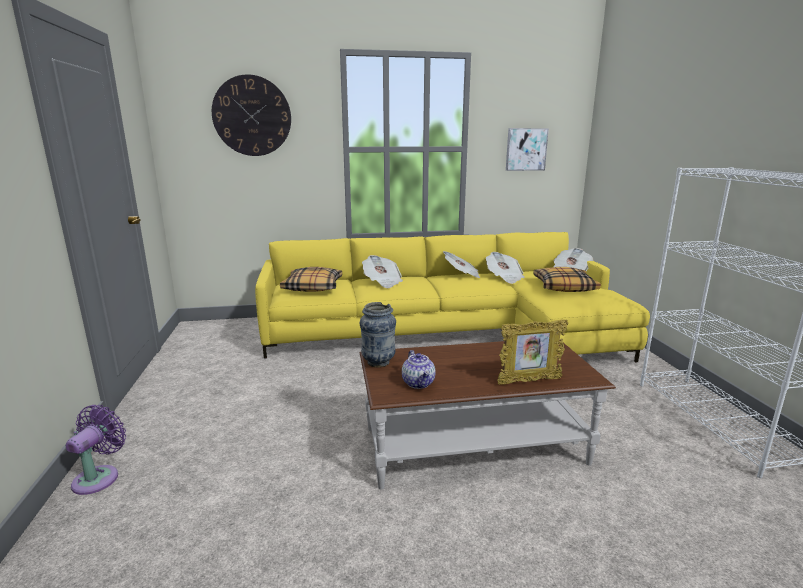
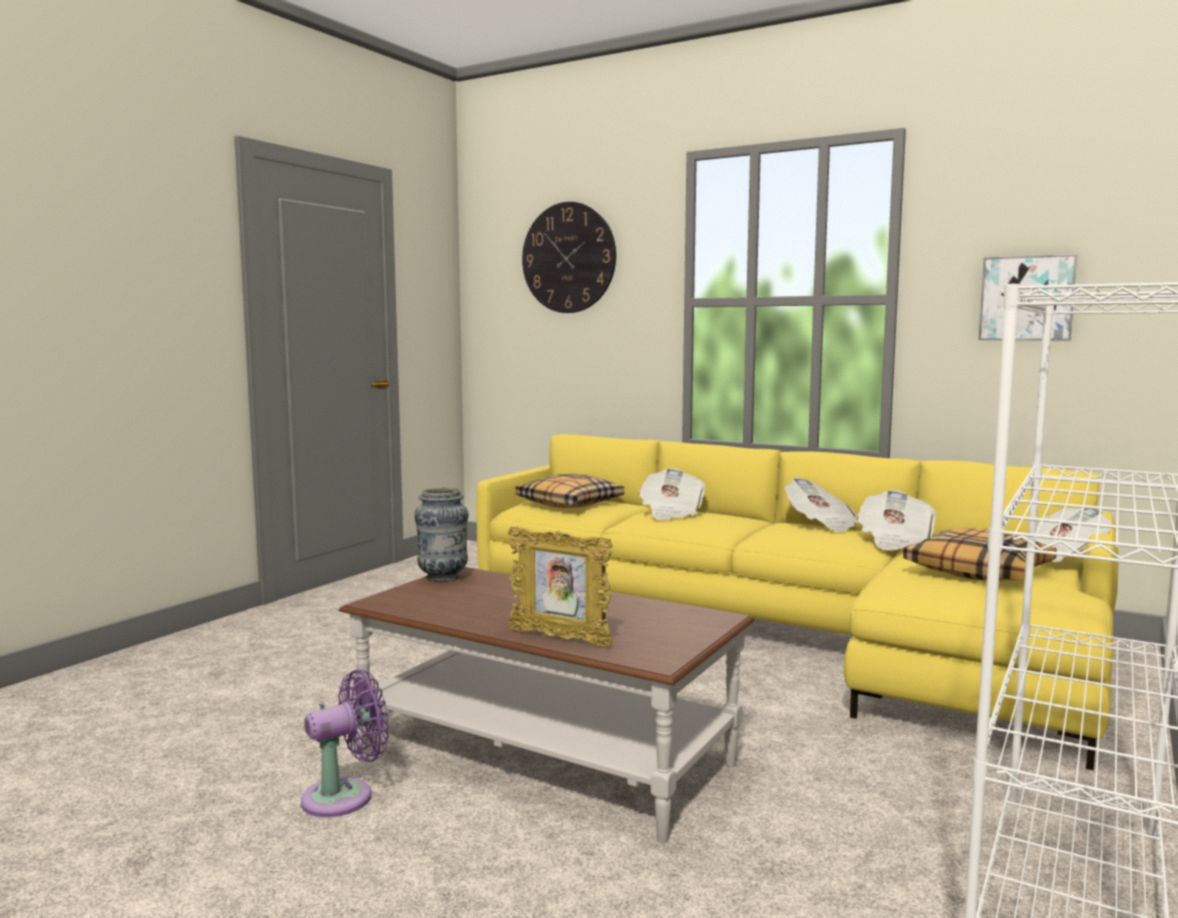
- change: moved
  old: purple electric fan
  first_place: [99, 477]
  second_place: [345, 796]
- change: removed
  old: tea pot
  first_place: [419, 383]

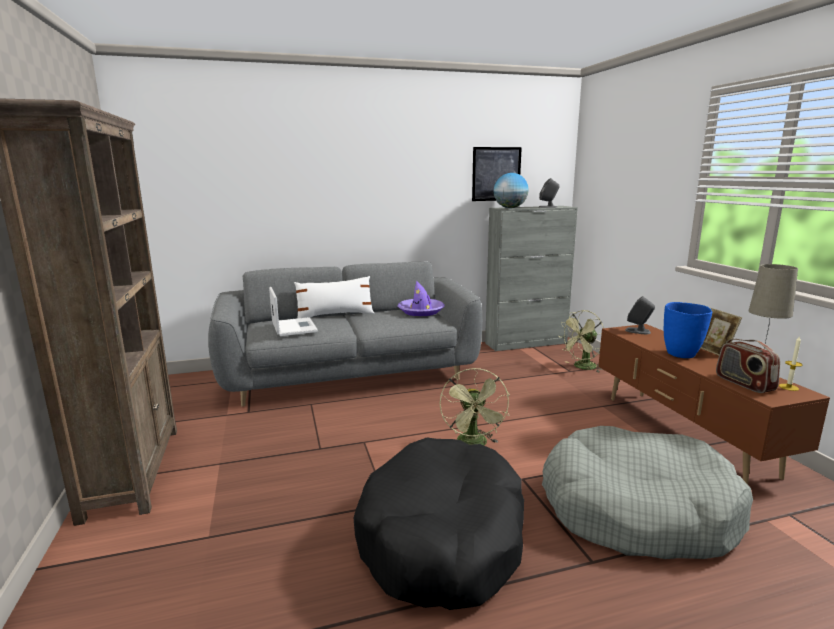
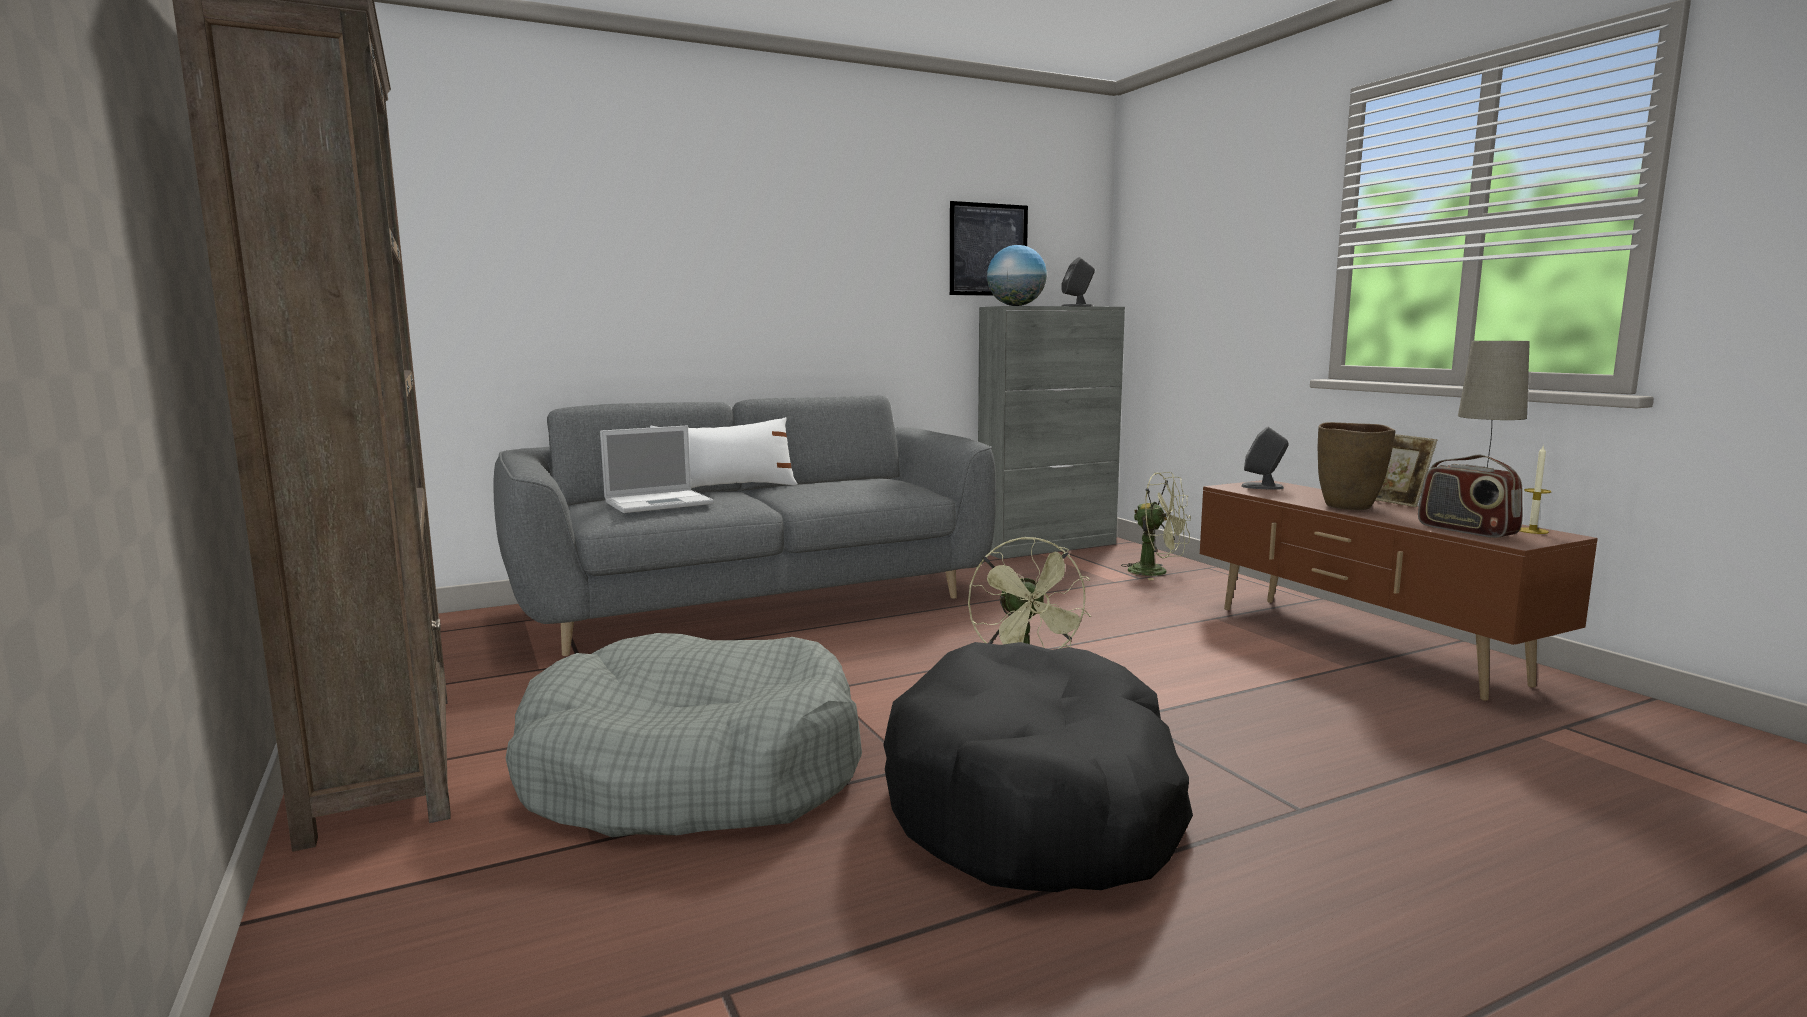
- change: turned
  old: laptop
  first_place: [293, 327]
  second_place: [660, 502]
  degrees: 90
- change: removed
  old: purple wearable hat
  first_place: [421, 311]
- change: moved
  old: gray dog cushion
  first_place: [636, 510]
  second_place: [692, 773]
- change: turned
  old: greenish electric fan
  first_place: [582, 367]
  second_place: [1156, 572]
  degrees: -105
- change: recoloured
  old: bluish vase
  new: brown vase
  first_place: [681, 354]
  second_place: [1349, 506]

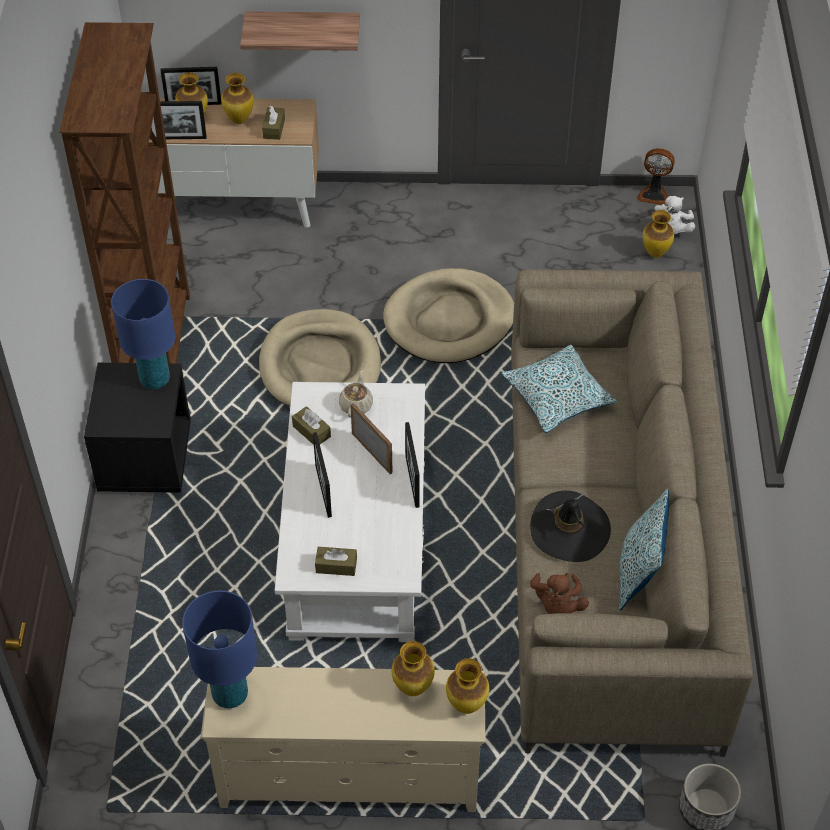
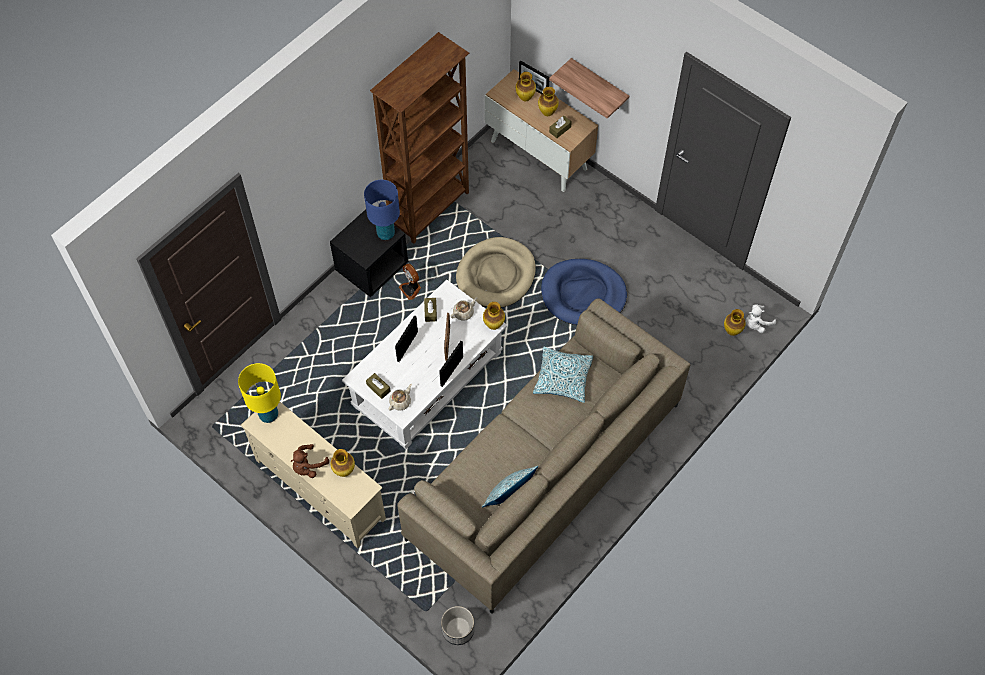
- change: removed
  old: picture frame
  first_place: [178, 138]
- change: recoloured
  old: bluish table lamp
  new: yellowish table lamp
  first_place: [229, 694]
  second_place: [268, 414]
- change: recoloured
  old: beige-coloured dog cushion
  new: bluish dog cushion
  first_place: [449, 320]
  second_place: [583, 295]
- change: moved
  old: vase
  first_place: [467, 705]
  second_place: [494, 325]
- change: removed
  old: black-coloured wearable hat
  first_place: [569, 529]
- change: moved
  old: brown plush toy
  first_place: [557, 605]
  second_place: [308, 466]
- change: moved
  old: electric fan
  first_place: [654, 194]
  second_place: [411, 289]
- change: added
  new: beige-coloured tea pot
  second_place: [400, 402]

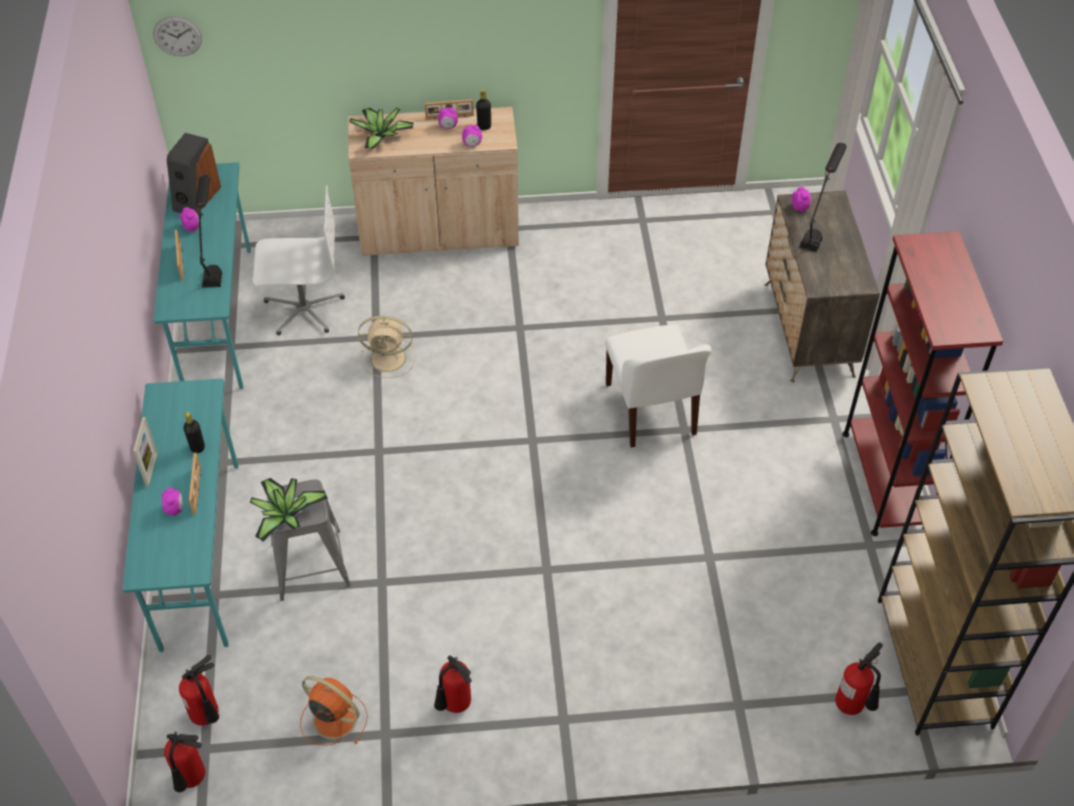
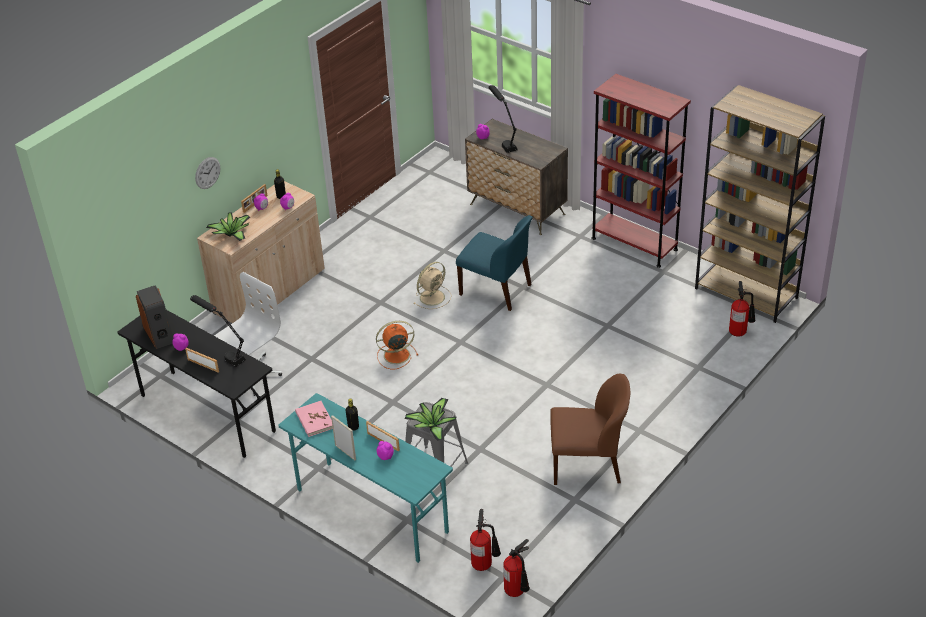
- change: moved
  old: hanging clock
  first_place: [177, 36]
  second_place: [207, 173]
- change: recoloured
  old: turquoise desk unit
  new: black-coloured desk unit
  first_place: [218, 318]
  second_place: [206, 413]
- change: moved
  old: orangey electric fan
  first_place: [333, 718]
  second_place: [395, 355]
- change: moved
  old: beige-coloured electric fan
  first_place: [389, 358]
  second_place: [433, 297]
- change: replaced
  old: fire-fighting cylinder
  new: brown upright chair
  first_place: [454, 706]
  second_place: [588, 464]
- change: recoloured
  old: white-coloured upright chair
  new: bluish upright chair
  first_place: [651, 411]
  second_place: [497, 290]
- change: added
  new: pink-coloured book
  second_place: [314, 420]

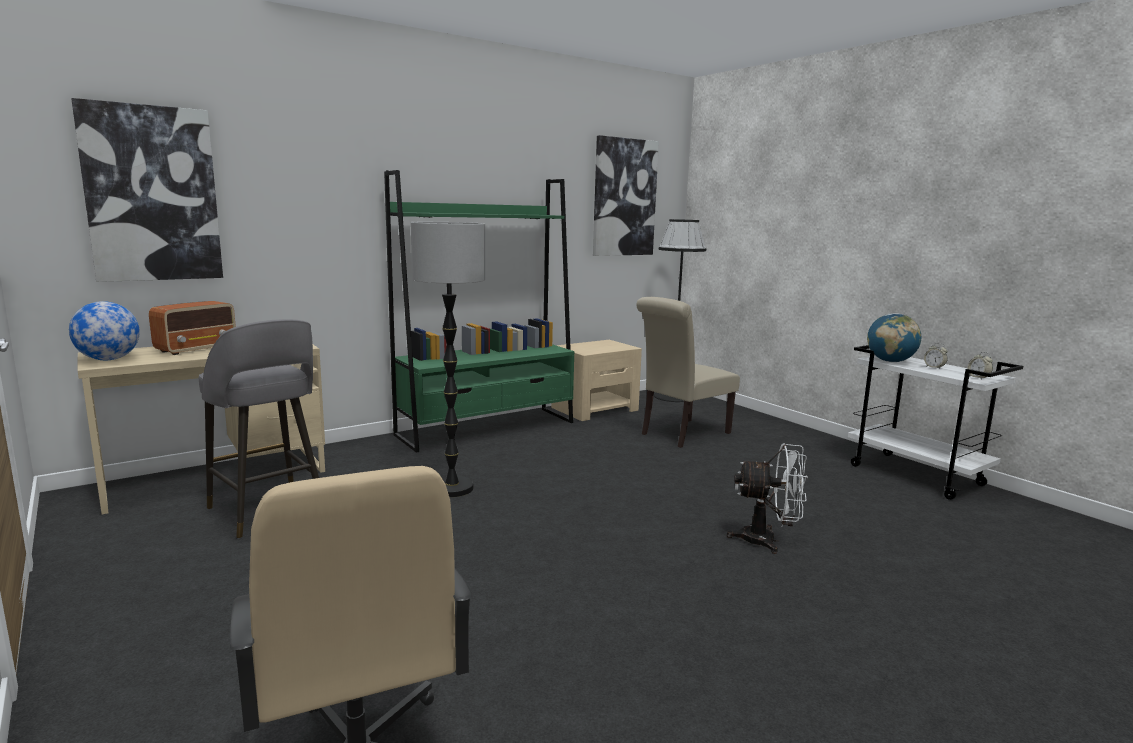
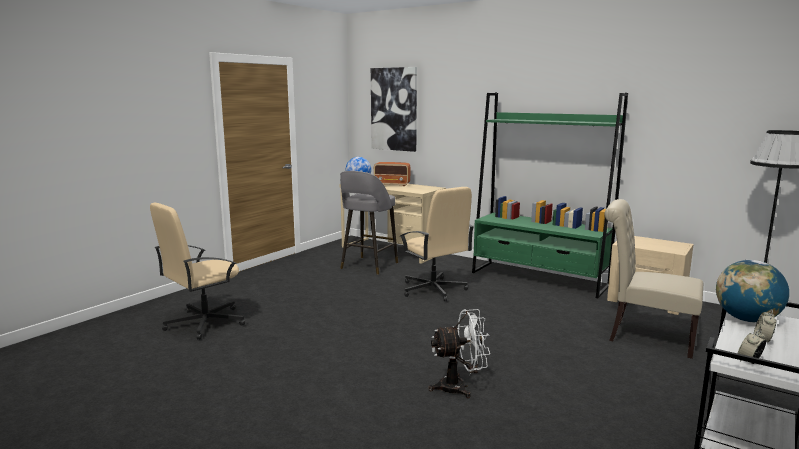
- change: replaced
  old: floor lamp
  new: beige-coloured computer chair
  first_place: [452, 488]
  second_place: [433, 290]
- change: removed
  old: wall picture
  first_place: [624, 197]
- change: turned
  old: white-coloured electric fan
  first_place: [767, 540]
  second_place: [459, 387]
  degrees: -90

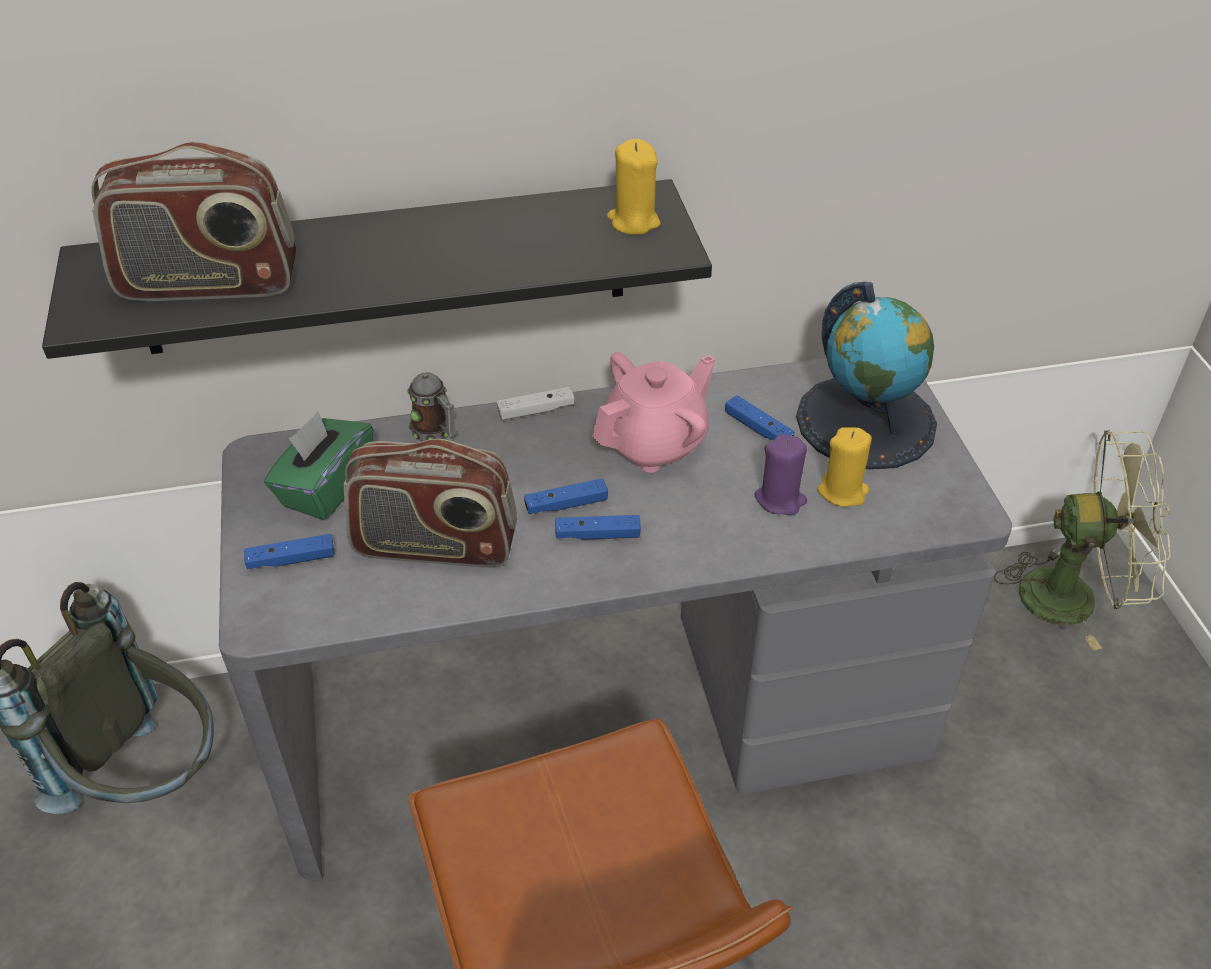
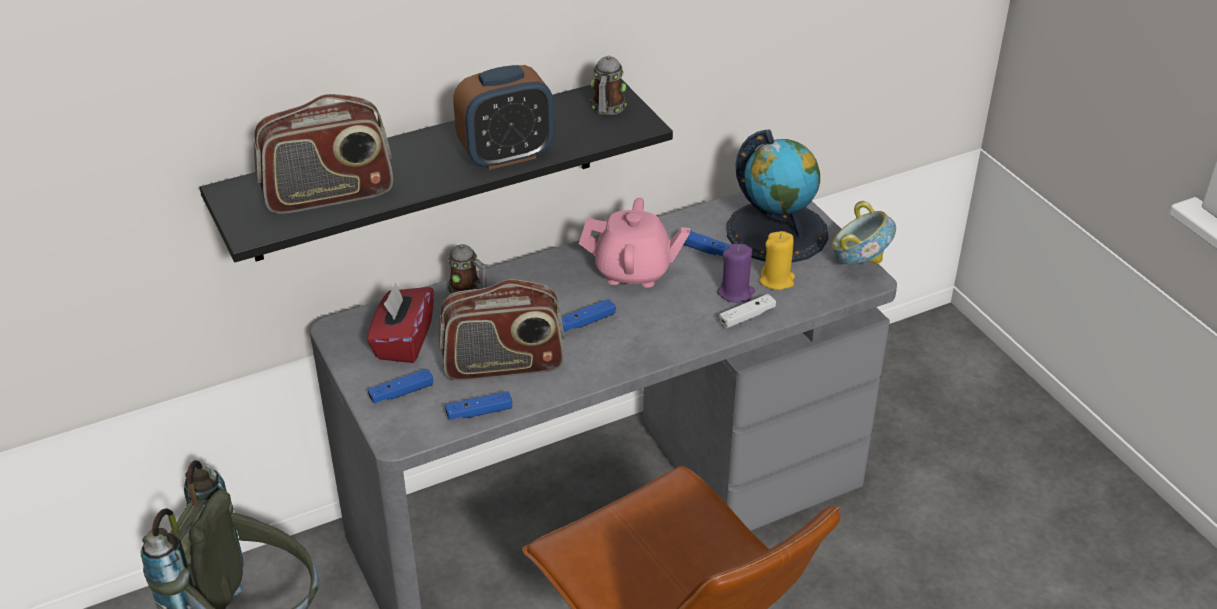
- change: recoloured
  old: greenish box of tissues
  new: red box of tissues
  first_place: [325, 487]
  second_place: [403, 341]
- change: moved
  old: white-coloured gamepad
  first_place: [536, 410]
  second_place: [747, 317]
- change: moved
  old: bluish gamepad
  first_place: [597, 535]
  second_place: [479, 412]
- change: turned
  old: pink-coloured tea pot
  first_place: [655, 444]
  second_place: [633, 271]
  degrees: 60
- change: replaced
  old: yellowish wax light
  new: mug
  first_place: [633, 221]
  second_place: [607, 109]
- change: removed
  old: greenish electric fan
  first_place: [1074, 596]
- change: added
  new: alarm clock
  second_place: [506, 155]
- change: added
  new: bowl
  second_place: [859, 262]

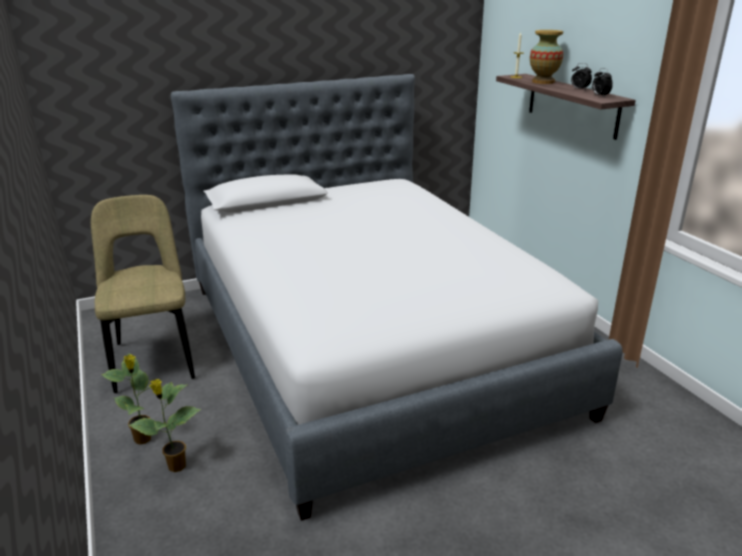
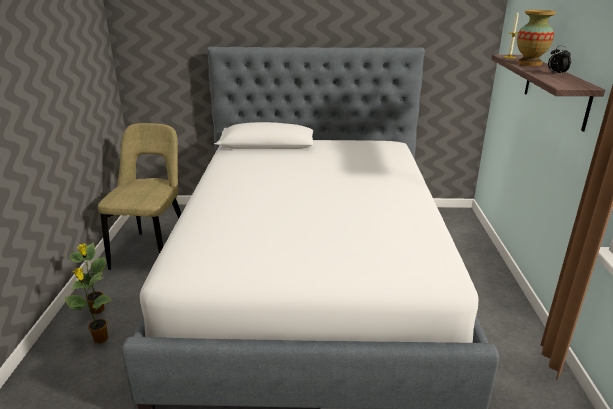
- change: removed
  old: alarm clock
  first_place: [600, 96]

